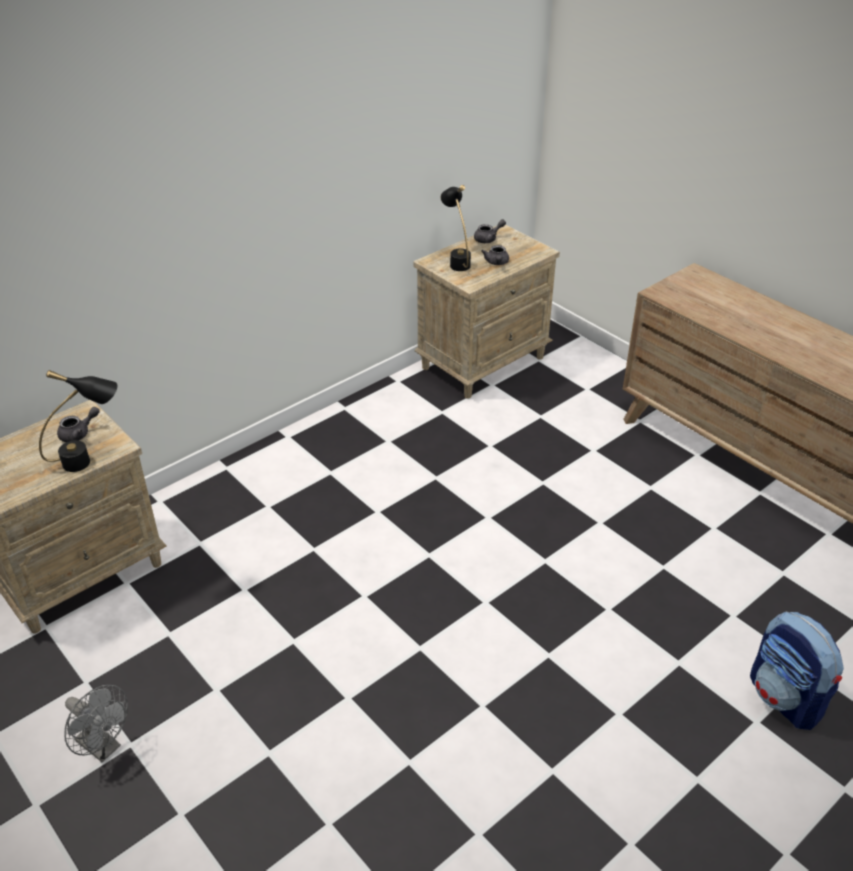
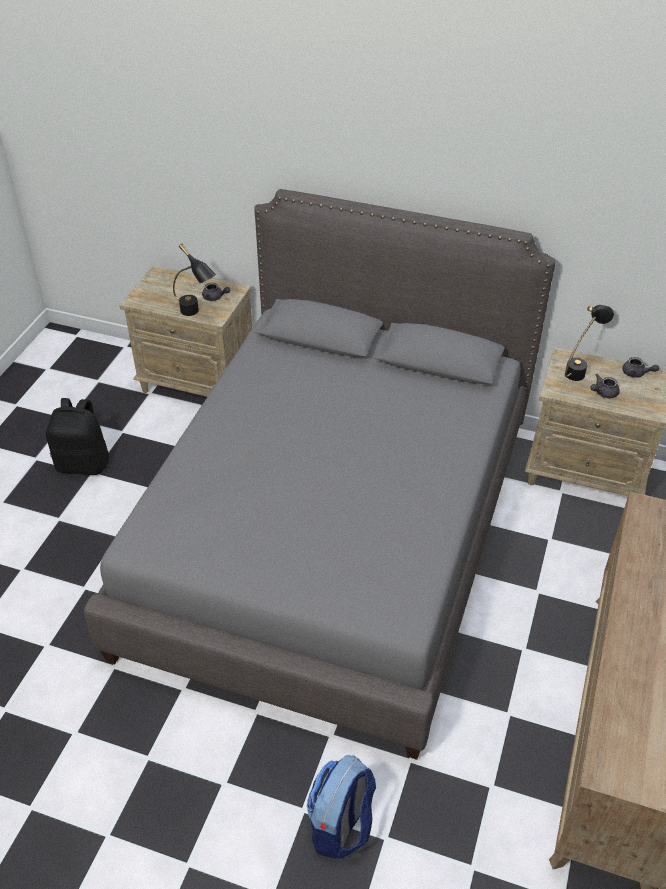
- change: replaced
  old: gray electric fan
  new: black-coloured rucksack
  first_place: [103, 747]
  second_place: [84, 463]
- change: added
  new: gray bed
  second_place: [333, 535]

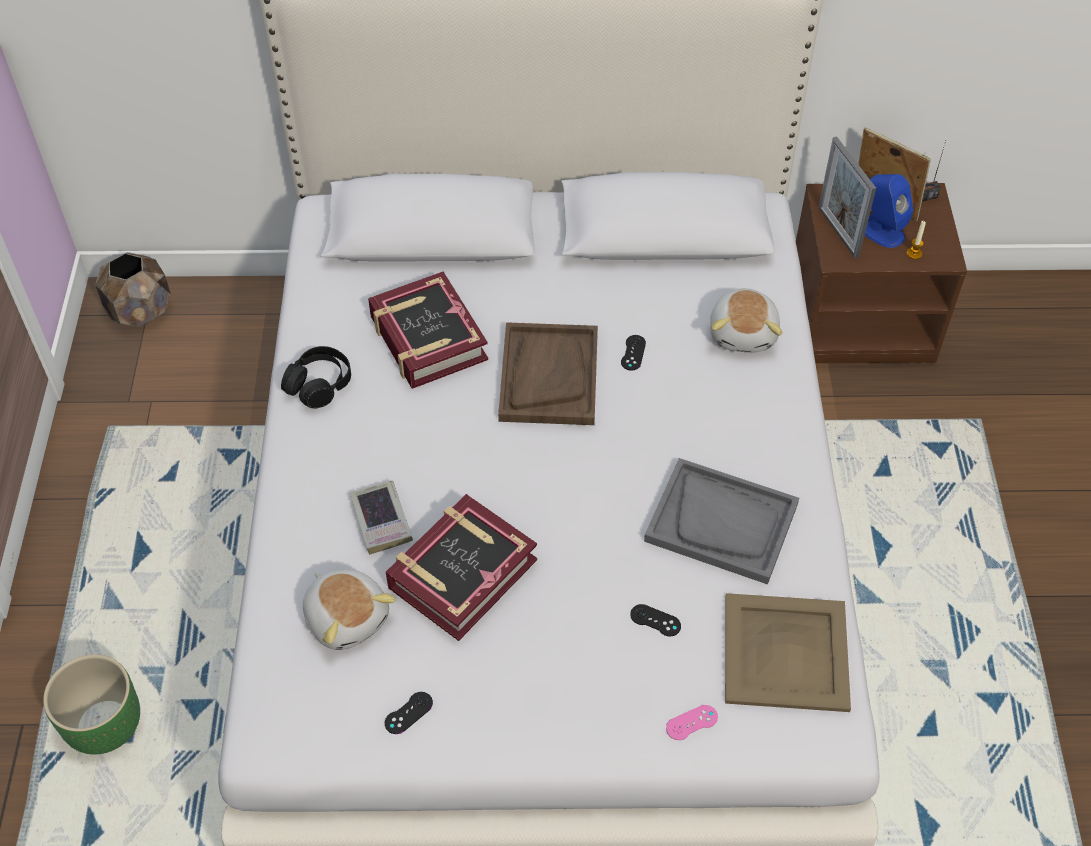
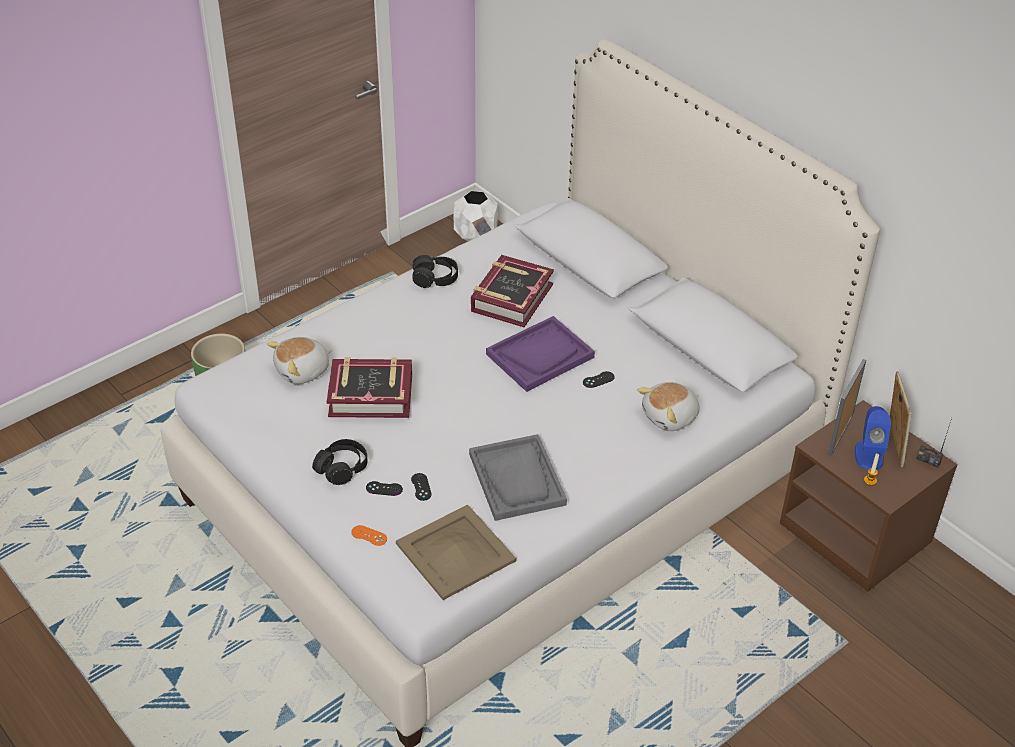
- change: recoloured
  old: brown plant pot
  new: white-coloured plant pot
  first_place: [141, 311]
  second_place: [476, 235]
- change: turned
  old: plush toy
  first_place: [347, 617]
  second_place: [303, 371]
  degrees: 45
- change: removed
  old: book
  first_place: [381, 520]
- change: moved
  old: black-coloured gamepad
  first_place: [408, 713]
  second_place: [384, 488]
- change: recoloured
  old: brown tray
  new: purple tray
  first_place: [548, 376]
  second_place: [540, 355]
- change: recoloured
  old: pink-coloured gamepad
  new: orangey gamepad
  first_place: [692, 722]
  second_place: [369, 535]
- change: added
  new: black-coloured headphones
  second_place: [342, 468]

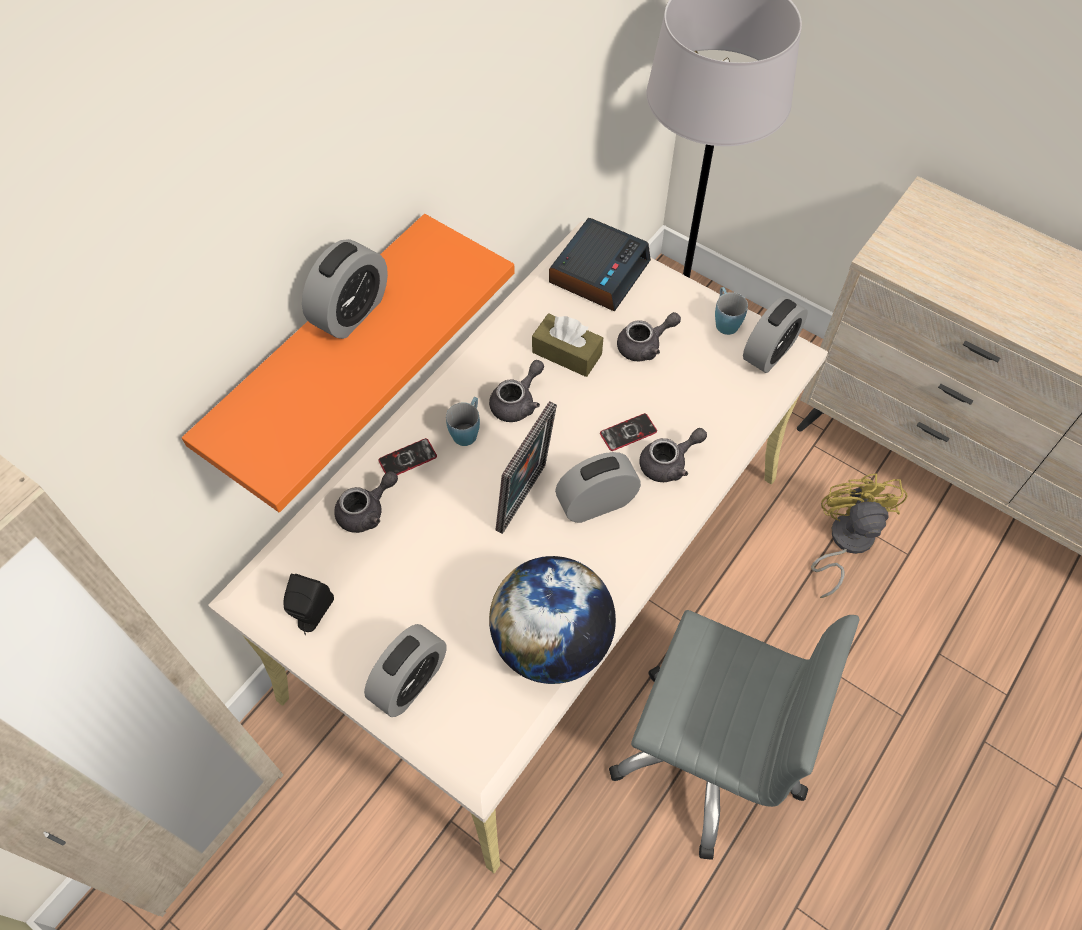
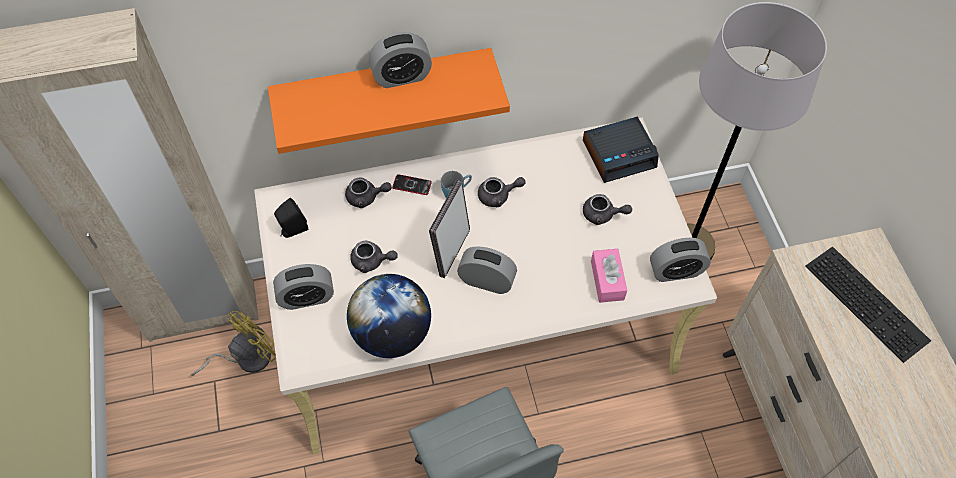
- change: turned
  old: picture frame
  first_place: [526, 500]
  second_place: [451, 251]
  degrees: 135
- change: removed
  old: brown box of tissues
  first_place: [567, 353]
- change: removed
  old: telephone
  first_place: [628, 433]
- change: moved
  old: gray tea pot
  first_place: [669, 463]
  second_place: [372, 261]
- change: removed
  old: bluish mug
  first_place: [724, 321]
- change: moved
  old: yellowish electric fan
  first_place: [844, 542]
  second_place: [246, 358]
- change: added
  new: pink-coloured box of tissues
  second_place: [607, 280]
- change: added
  new: computer keyboard
  second_place: [869, 302]

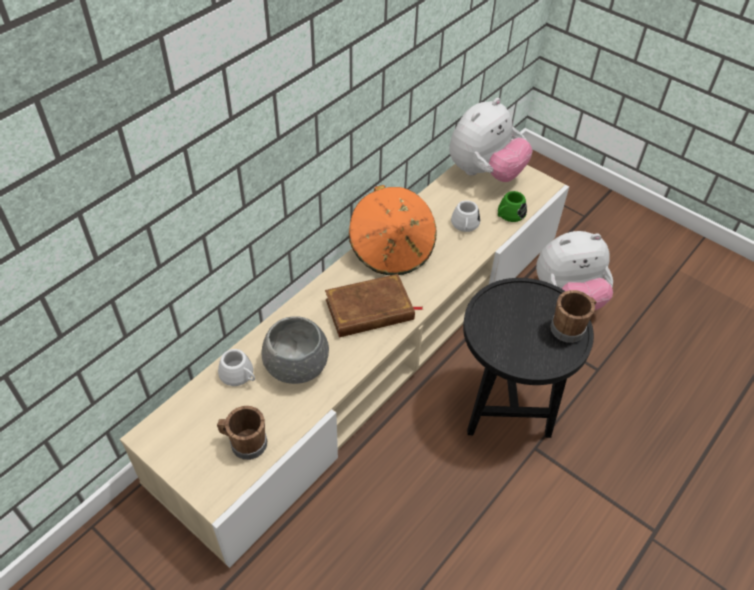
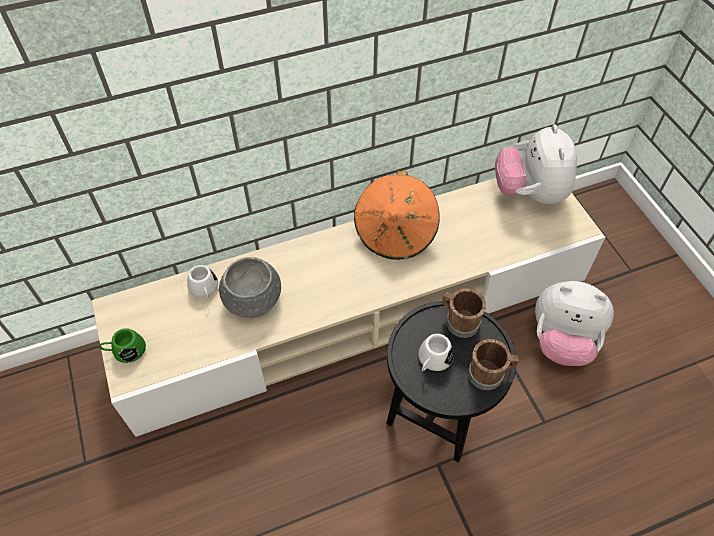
- change: moved
  old: brown mug
  first_place: [244, 443]
  second_place: [459, 321]
- change: removed
  old: brown book
  first_place: [370, 310]
- change: turned
  old: plush toy
  first_place: [485, 173]
  second_place: [529, 193]
  degrees: 105
- change: moved
  old: white-coloured mug
  first_place: [465, 226]
  second_place: [432, 360]
- change: moved
  old: greenish mug
  first_place: [508, 215]
  second_place: [125, 350]

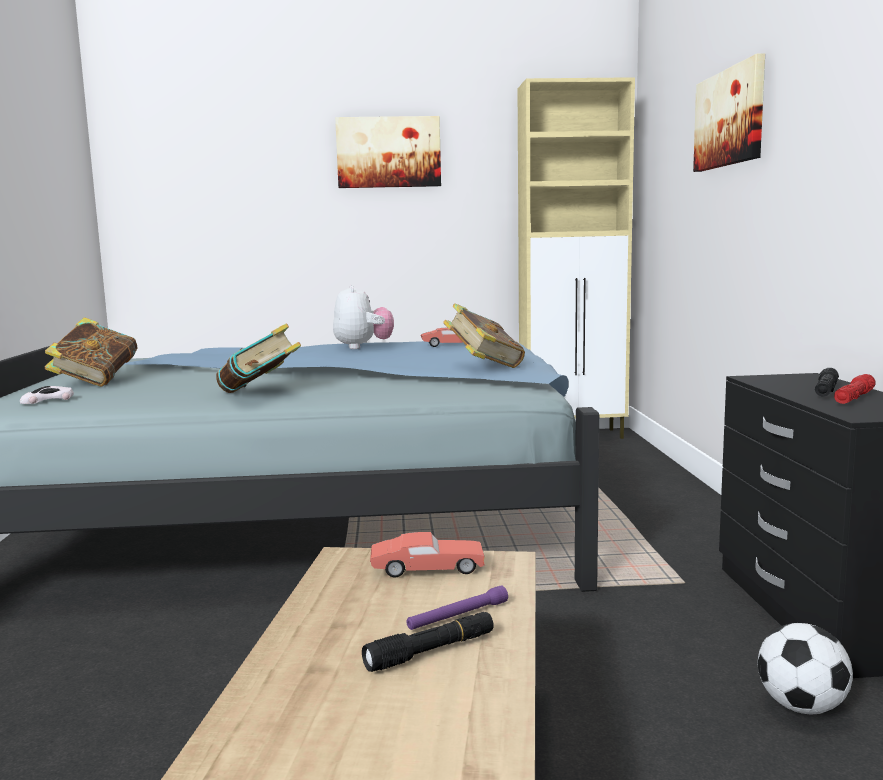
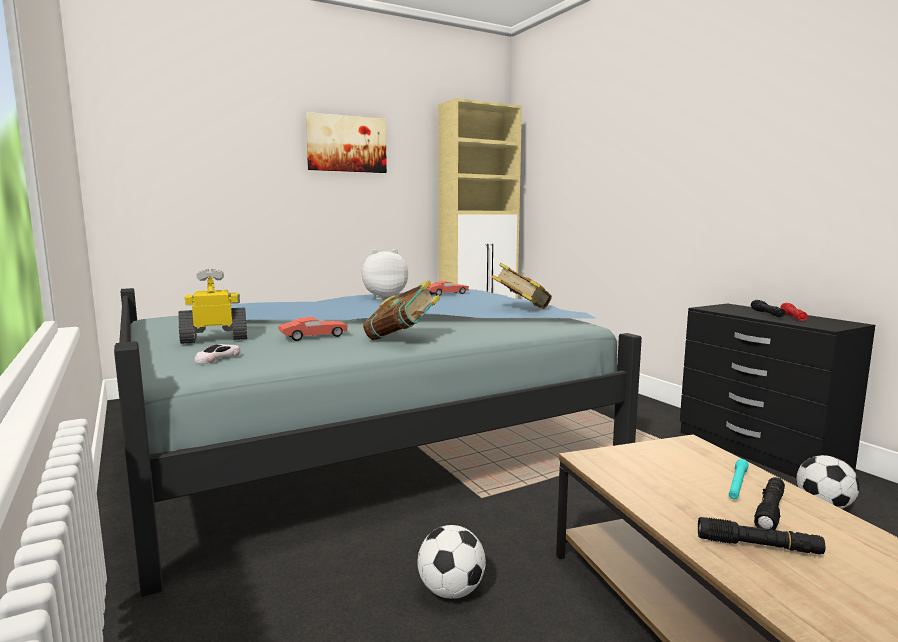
- change: replaced
  old: book
  new: model robot
  first_place: [95, 382]
  second_place: [215, 339]
- change: turned
  old: plush toy
  first_place: [363, 347]
  second_place: [384, 298]
  degrees: -75
- change: moved
  old: red miniature car
  first_place: [427, 569]
  second_place: [313, 337]
- change: recoloured
  old: purple flashlight
  new: turquoise flashlight
  first_place: [458, 616]
  second_place: [737, 484]
- change: removed
  old: wall picture
  first_place: [730, 118]
- change: added
  new: ball for football
  second_place: [451, 591]
- change: added
  new: black-coloured flashlight
  second_place: [758, 546]

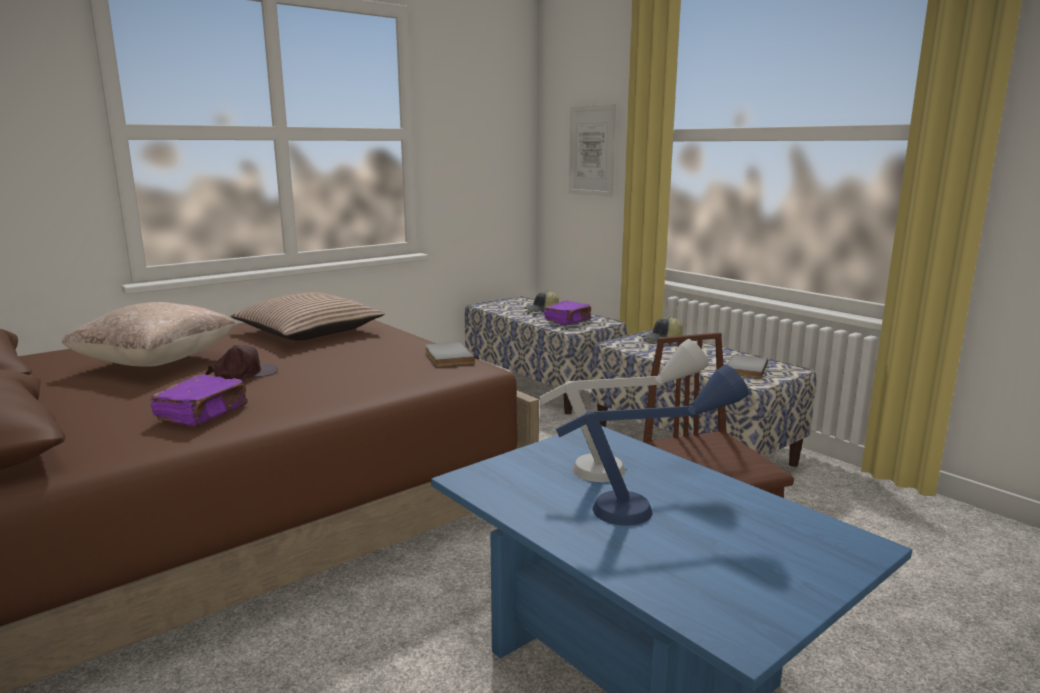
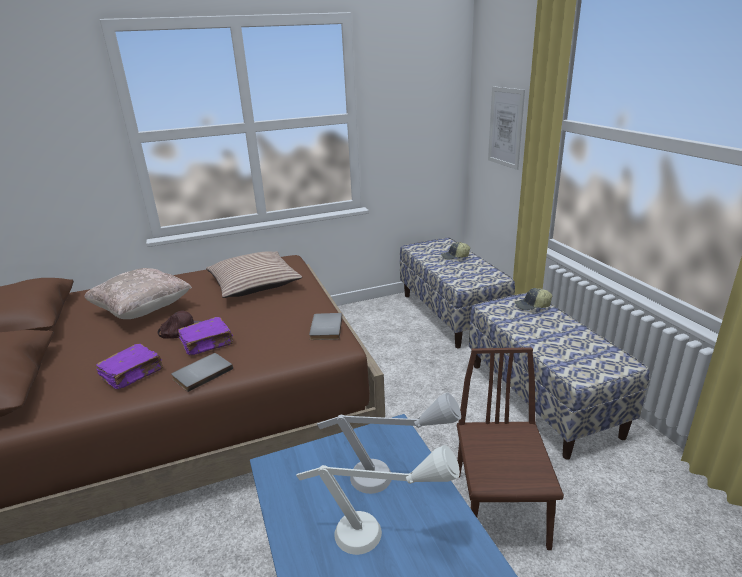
- change: moved
  old: purple book
  first_place: [568, 321]
  second_place: [208, 344]
- change: recoloured
  old: bluish table lamp
  new: white-coloured table lamp
  first_place: [652, 507]
  second_place: [382, 535]
- change: moved
  old: gray book
  first_place: [744, 368]
  second_place: [201, 373]

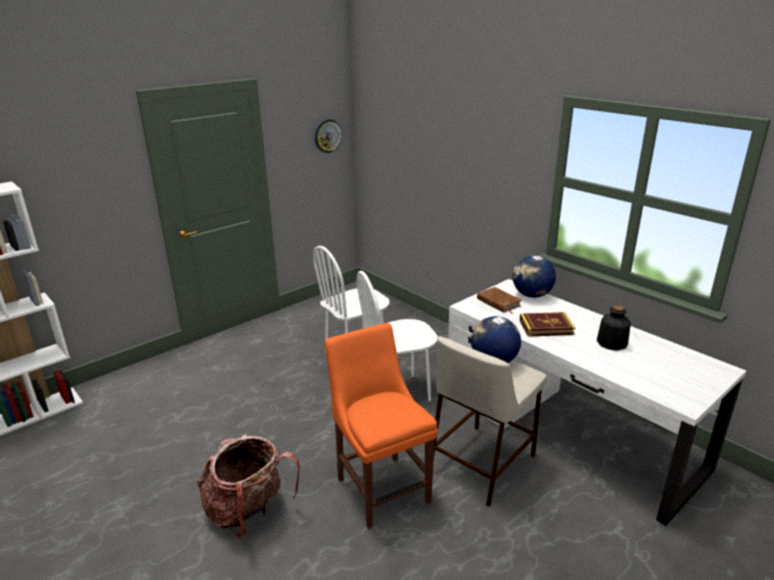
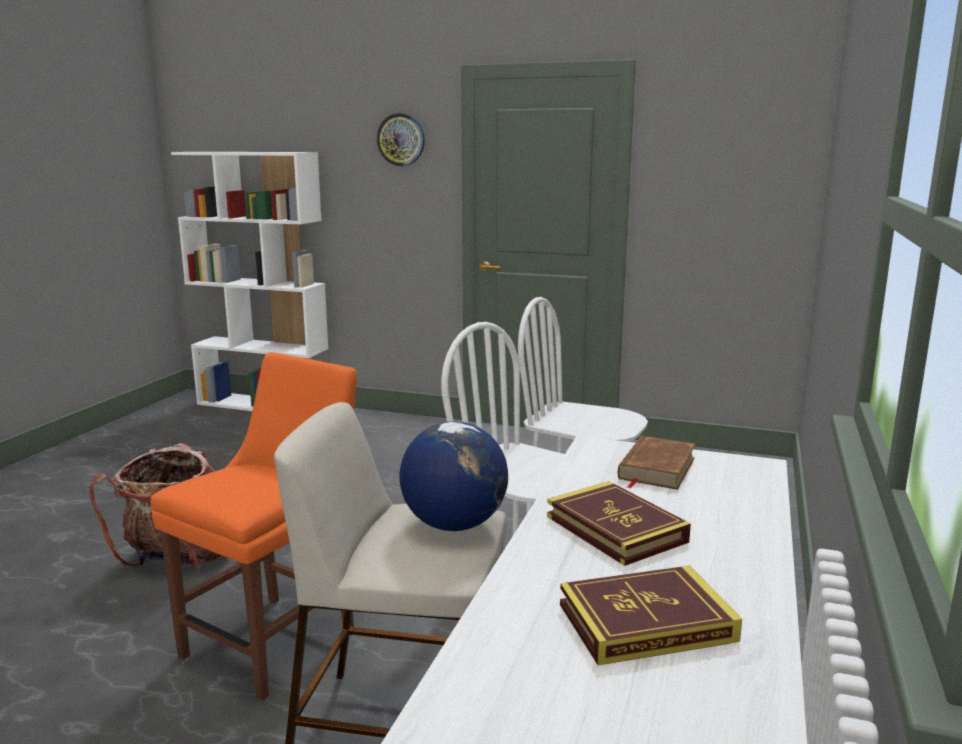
- change: moved
  old: hanging clock
  first_place: [327, 136]
  second_place: [401, 139]
- change: removed
  old: world globe
  first_place: [531, 295]
- change: replaced
  old: beverage bottle
  new: book
  first_place: [611, 343]
  second_place: [646, 622]

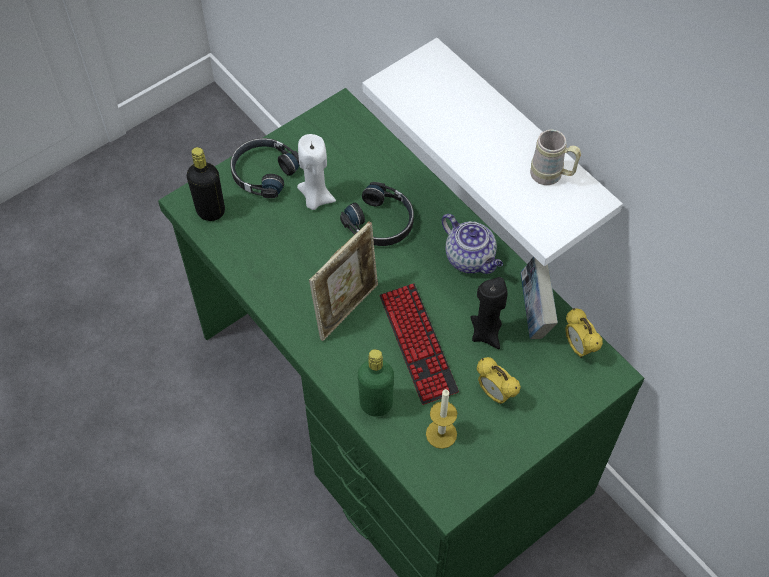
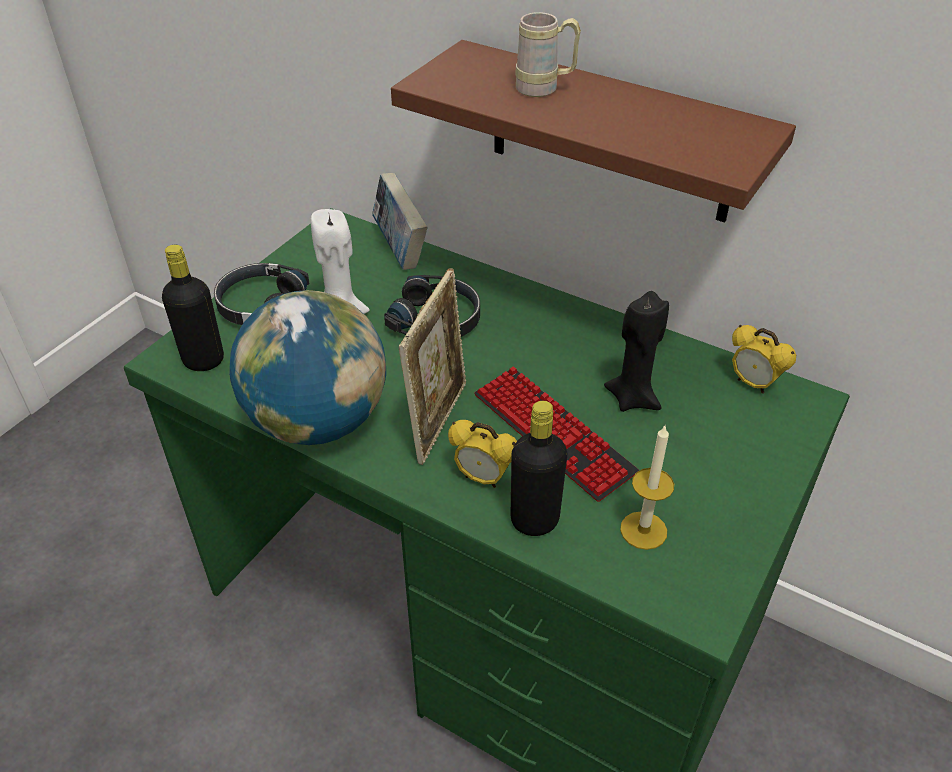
- change: recoloured
  old: greenish beverage bottle
  new: black-coloured beverage bottle
  first_place: [376, 404]
  second_place: [534, 520]
- change: recoloured
  old: white-coloured shelf
  new: brown shelf
  first_place: [520, 144]
  second_place: [610, 133]
- change: removed
  old: tea pot
  first_place: [471, 258]
- change: moved
  old: alarm clock
  first_place: [495, 394]
  second_place: [483, 478]
- change: moved
  old: book
  first_place: [534, 312]
  second_place: [400, 250]
- change: moved
  old: beige-coloured mug
  first_place: [552, 176]
  second_place: [545, 89]
- change: added
  new: world globe
  second_place: [318, 421]

